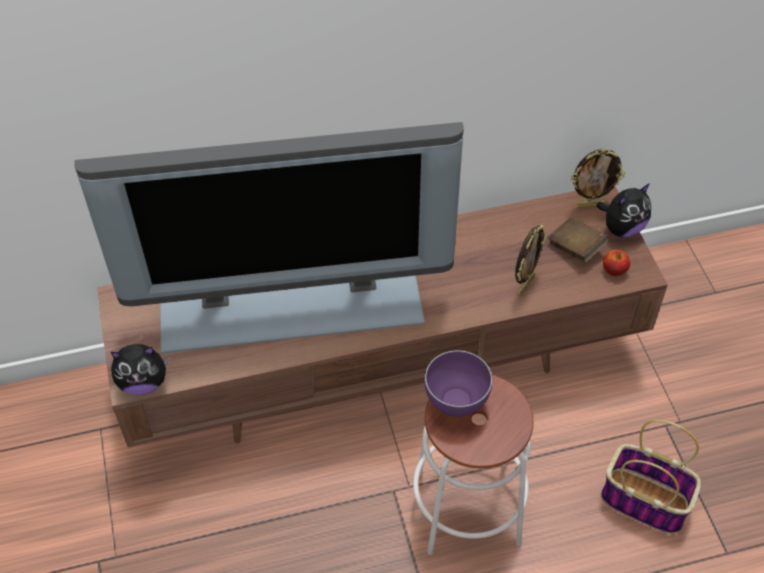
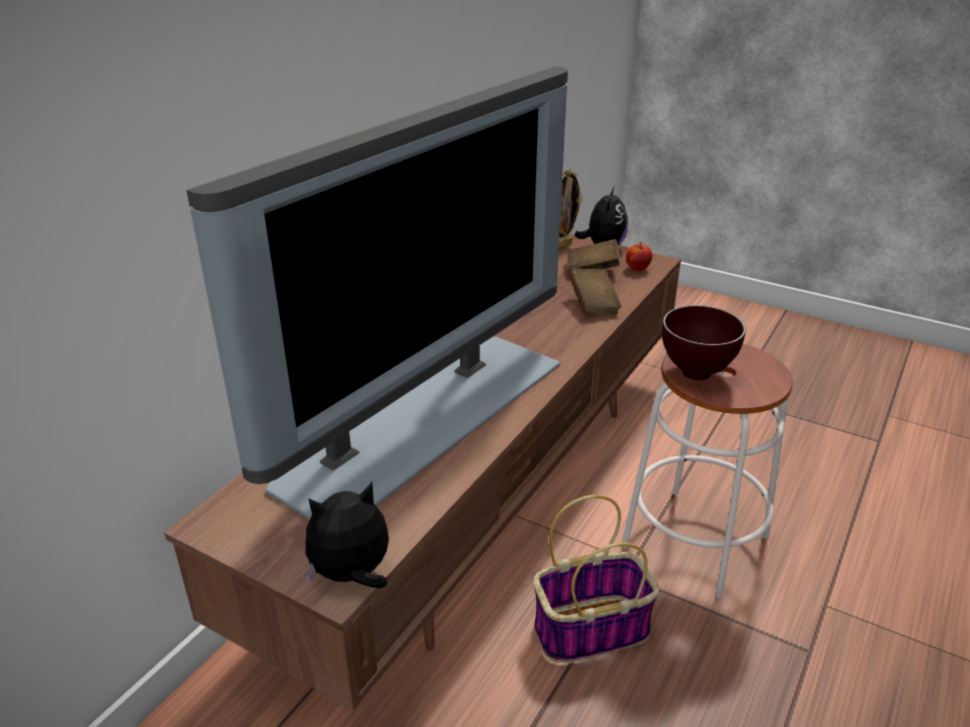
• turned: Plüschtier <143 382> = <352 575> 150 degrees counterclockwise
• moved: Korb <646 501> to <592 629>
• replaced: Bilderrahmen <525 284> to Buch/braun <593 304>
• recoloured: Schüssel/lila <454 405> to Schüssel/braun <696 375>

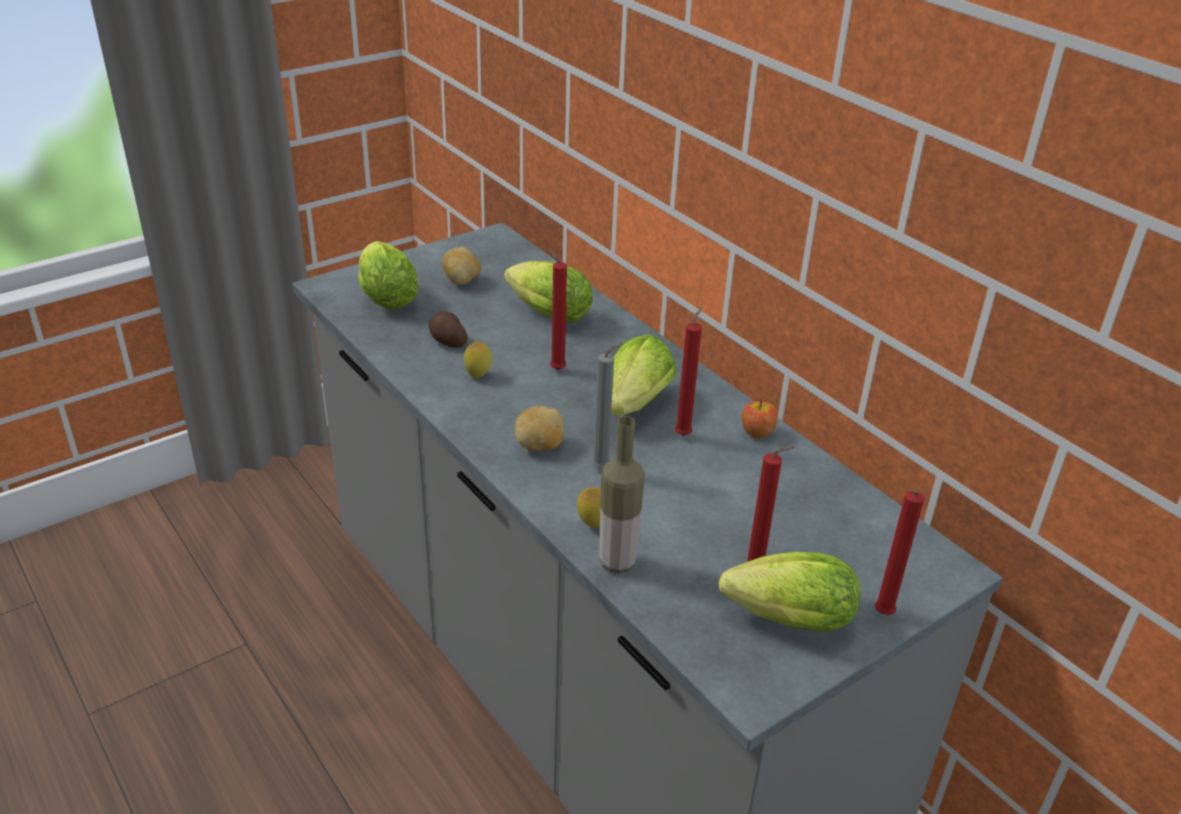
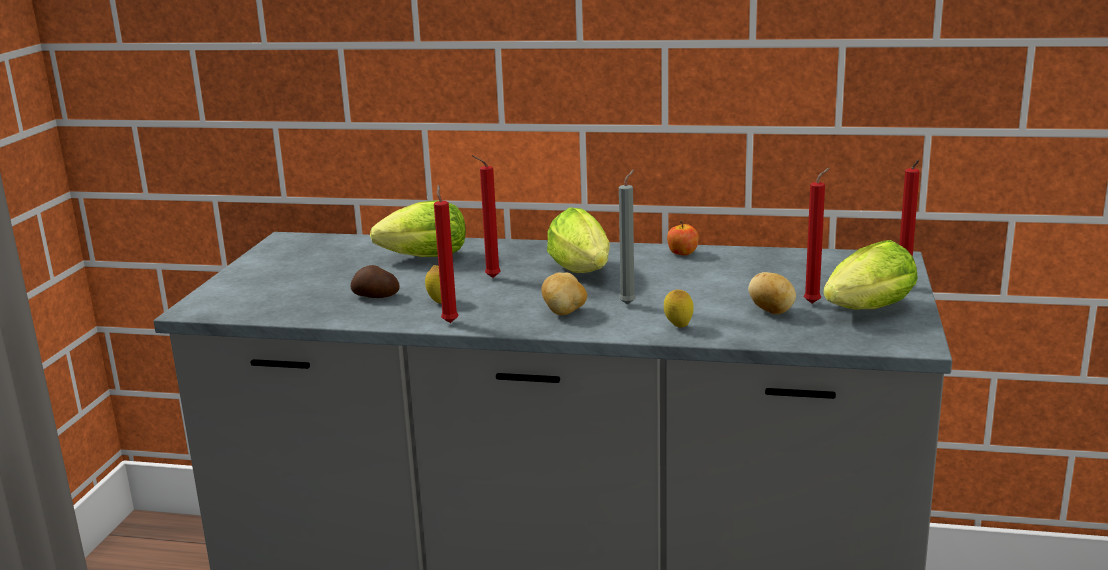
• moved: Kerze/rot <684 434> to <450 321>
• moved: Kartoffel <461 281> to <772 311>
• removed: Salatkopf <385 295>
• removed: Flasche <617 562>

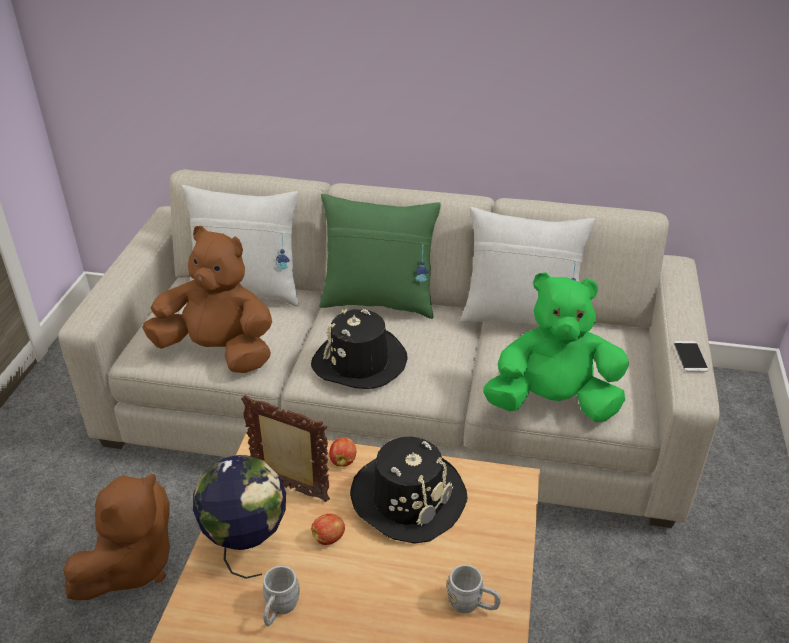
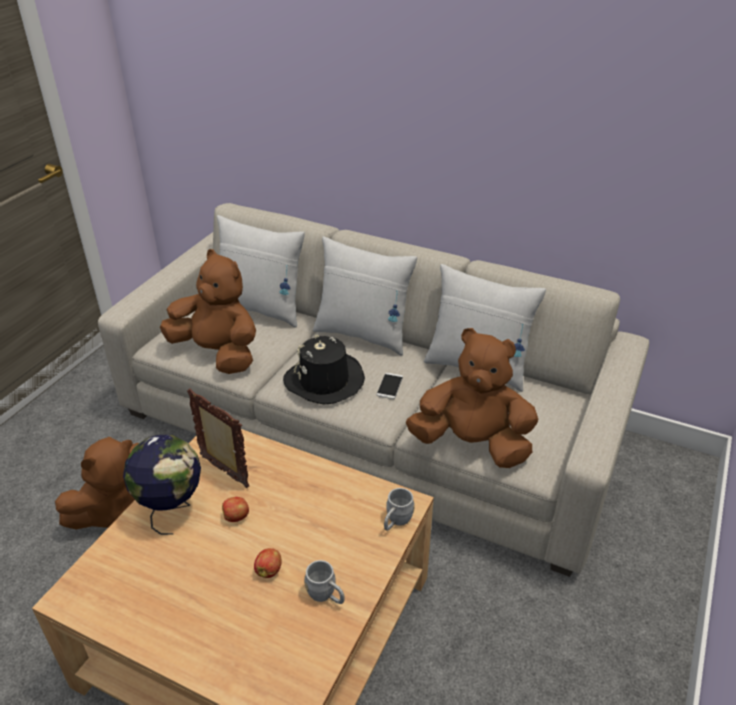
• moved: Apfel <343 460> to <269 570>
• recoloured: Kissen/grün <378 303> to Kissen/grau <362 335>
• moved: Handy <690 357> to <389 386>
• moved: Henkelbecher/grau <279 610> to <396 521>
• recoloured: Plüschtier/grün <553 403> to Plüschtier/braun <472 444>
• removed: Hut/schwarz <408 498>

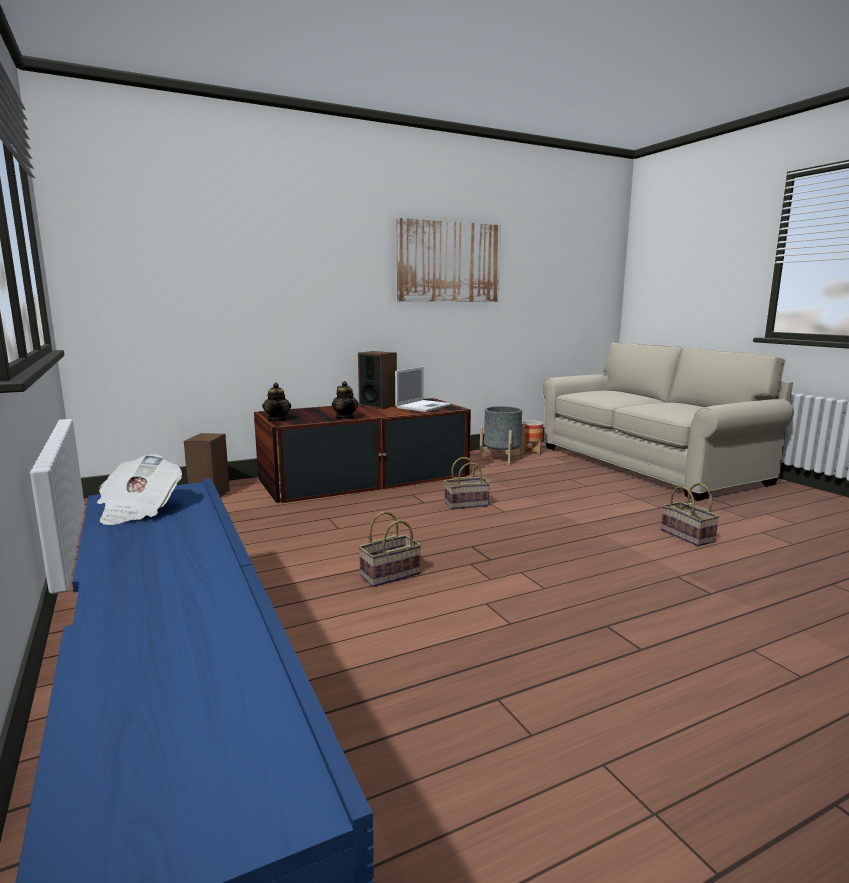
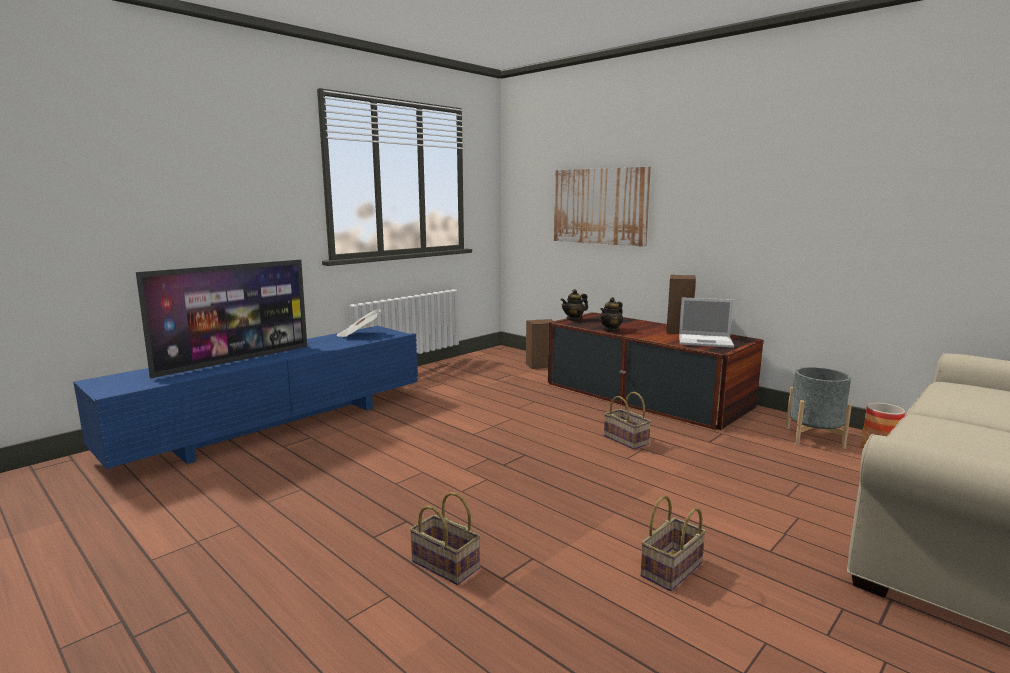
• added: Fernseher <235 361>
• moved: Korb <389 575> to <443 565>
• moved: Bild <449 262> to <599 206>

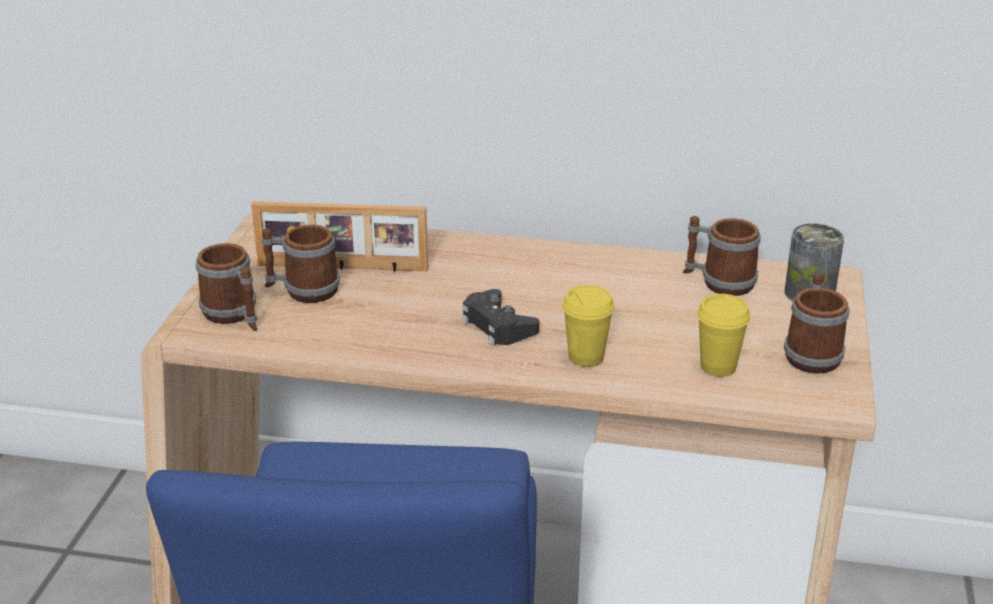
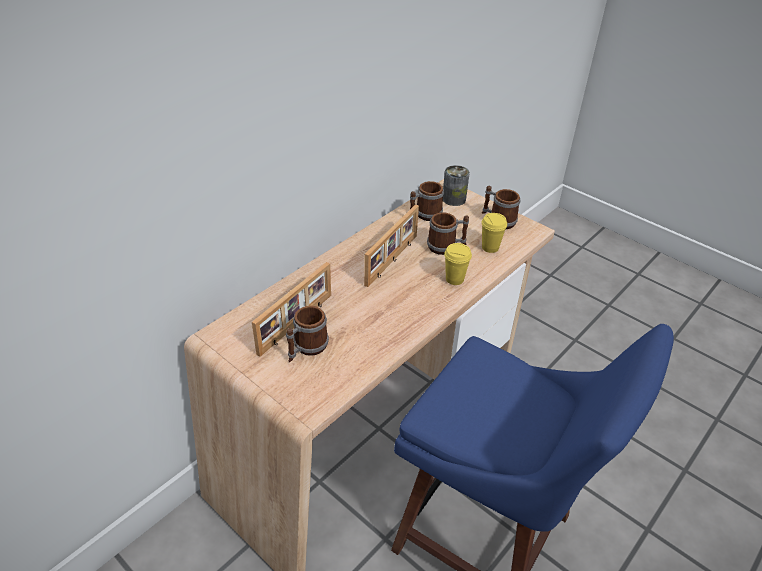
• added: Bilderrahmen <393 260>
• moved: Henkelbecher <235 316> to <446 246>
• removed: Gamepad/schwarz <497 326>

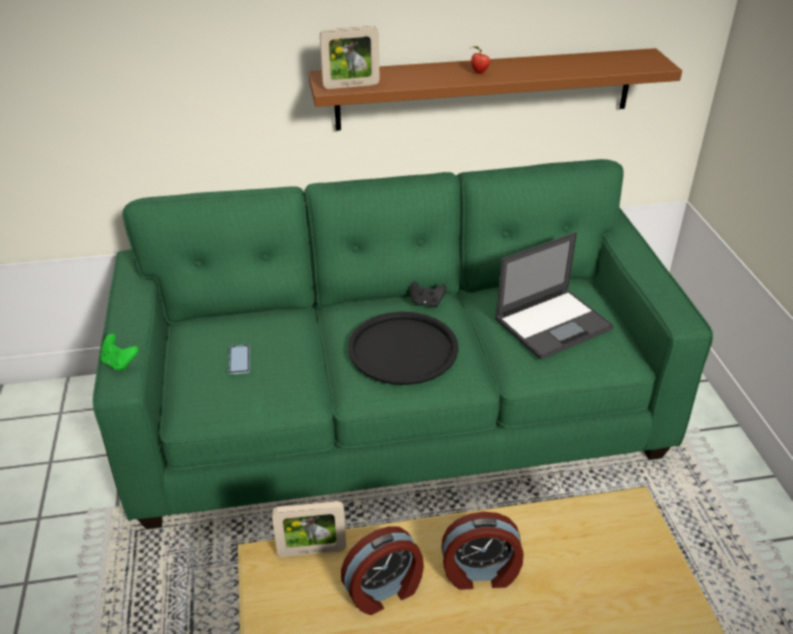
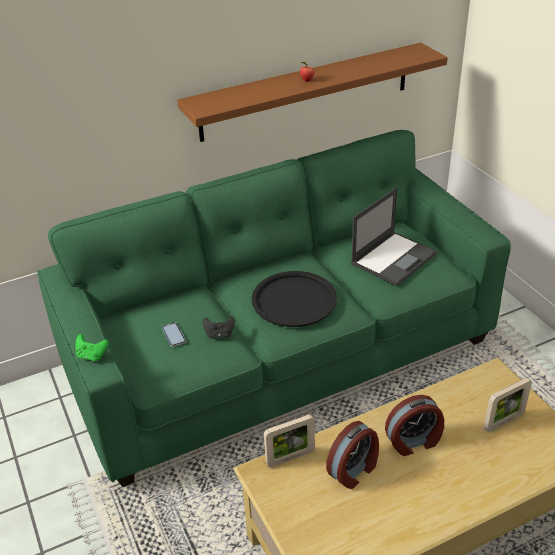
• moved: Gamepad/schwarz <426 303> to <219 334>
• moved: Bilderrahmen <351 85> to <503 421>

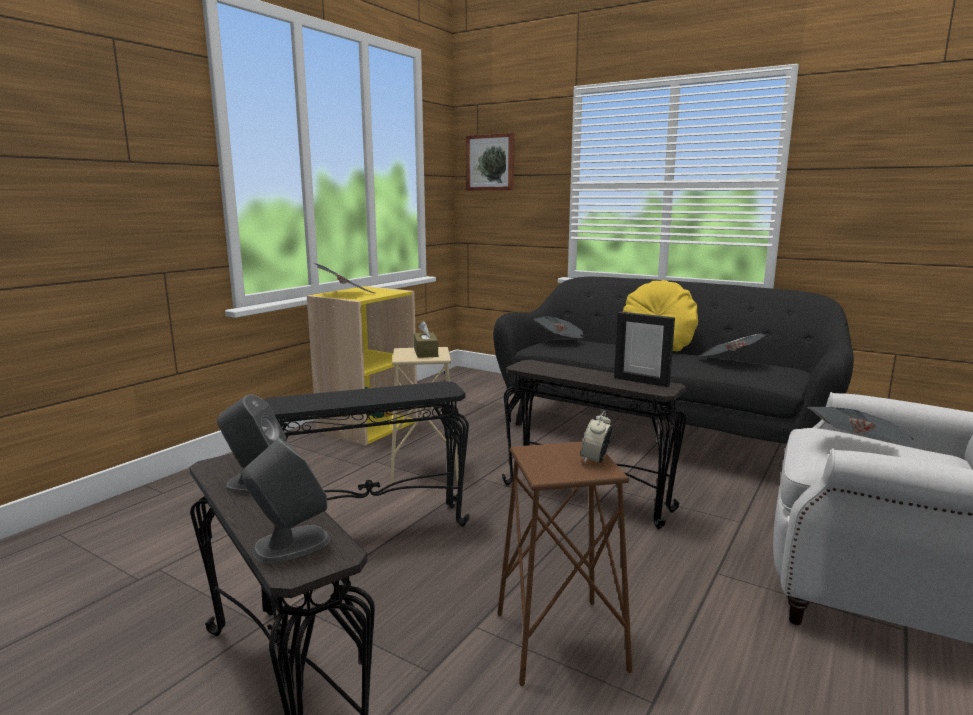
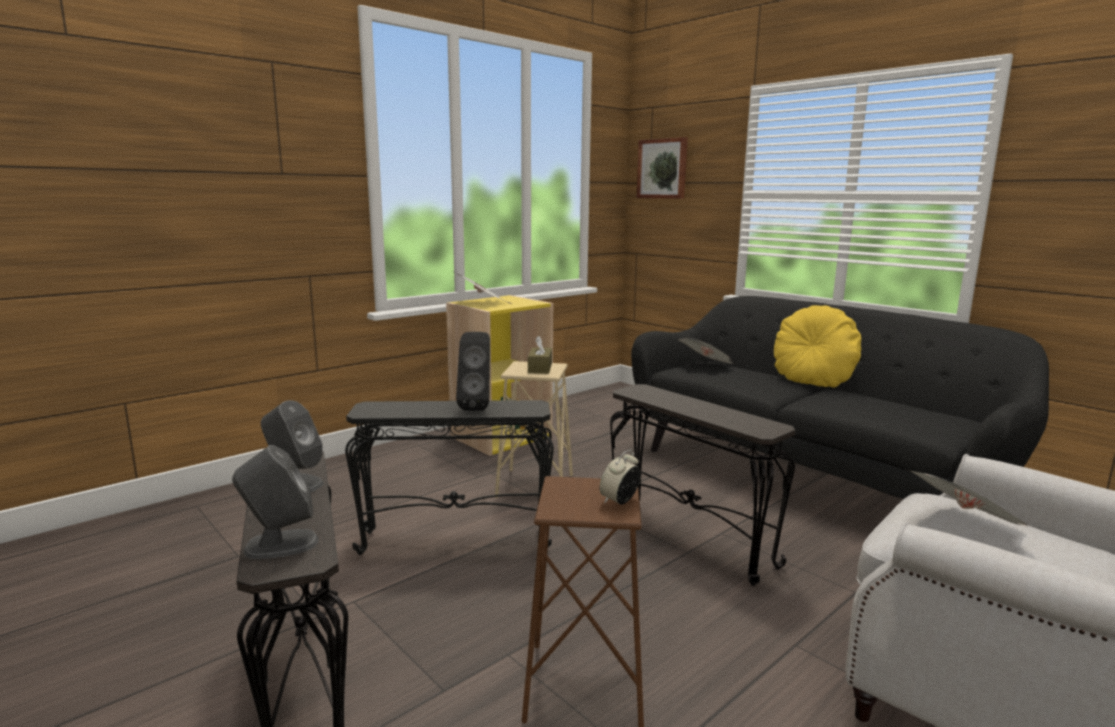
• added: Lautsprecher/schwarz <477 407>
• removed: Bilderrahmen <641 381>
• removed: Zeitung <729 361>

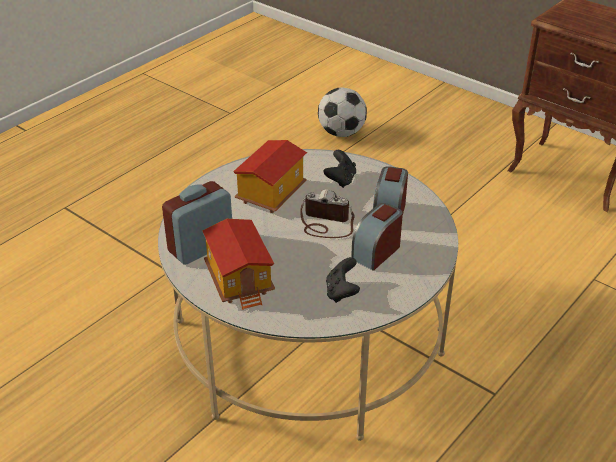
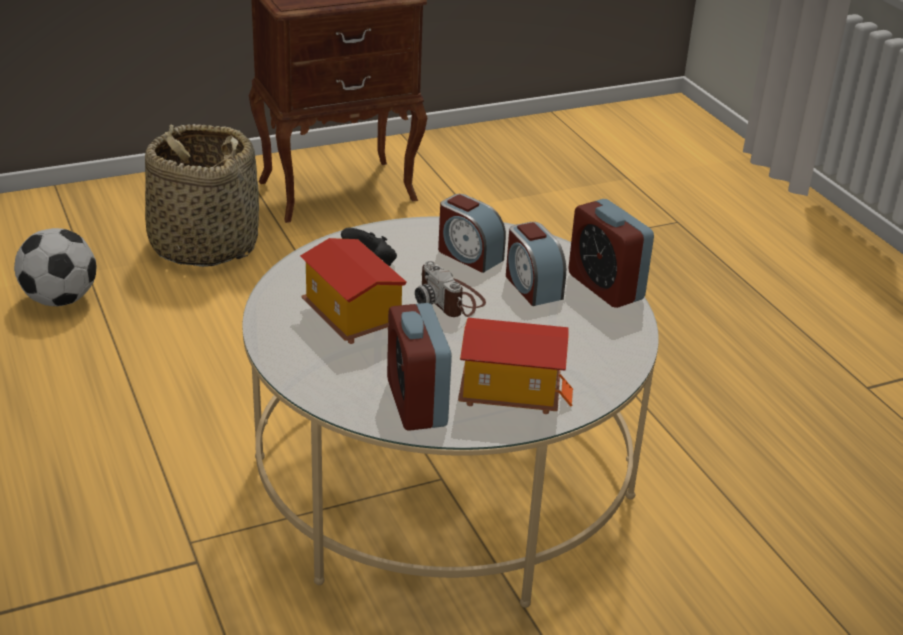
• added: Korb <203 244>
• turned: Kamera <326 224> = <451 300> 75 degrees counterclockwise
• added: Wecker <605 287>
• removed: Gamepad/schwarz <341 292>

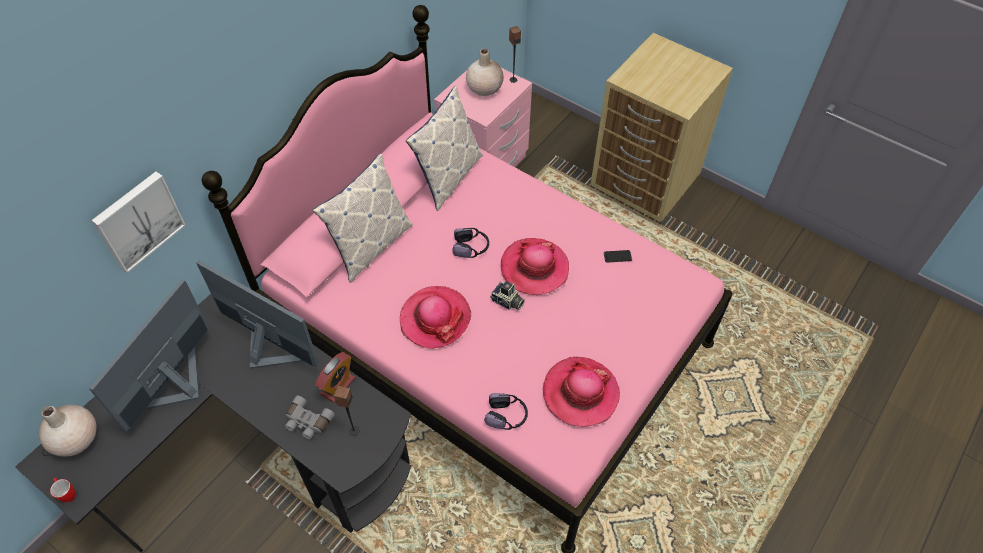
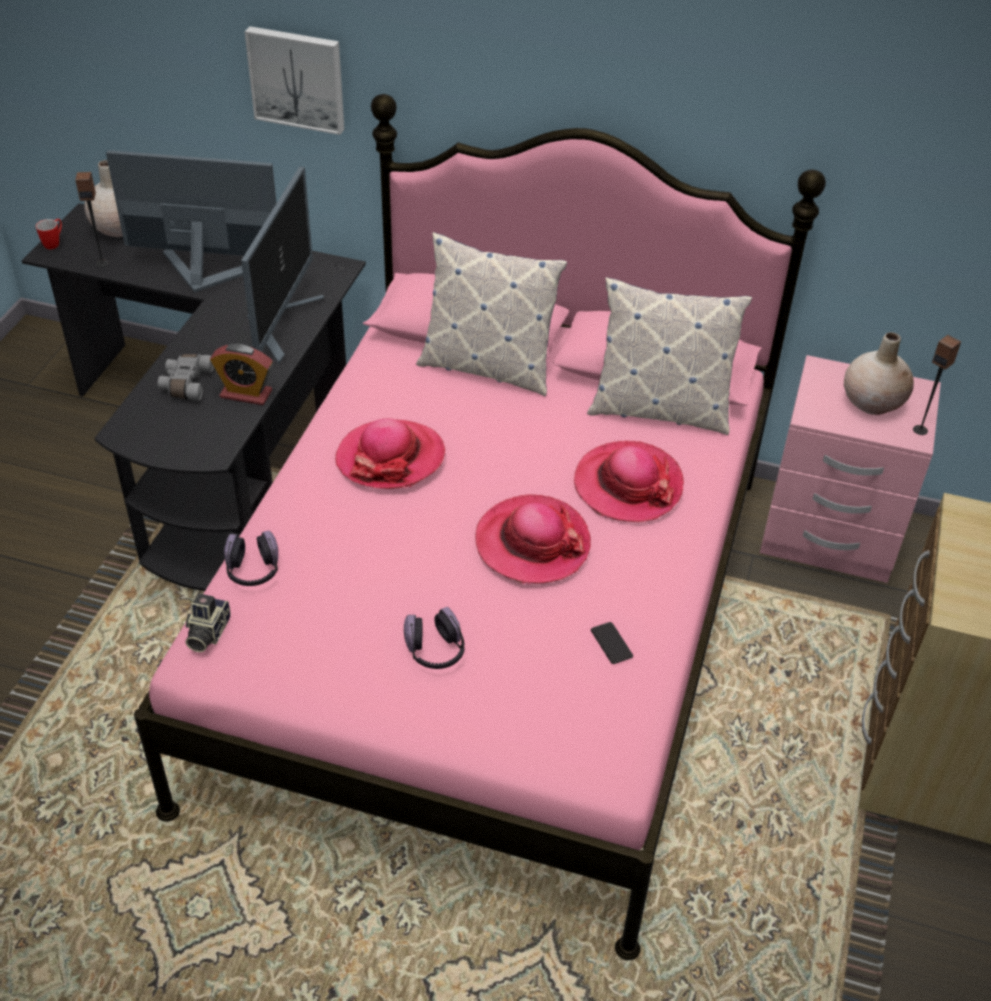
• moved: Lautsprecher <353 430> to <102 263>
• moved: Kamera <507 302> to <206 633>
• moved: Kopfhörer <471 248> to <435 651>
• moved: Hut <580 393> to <628 485>

